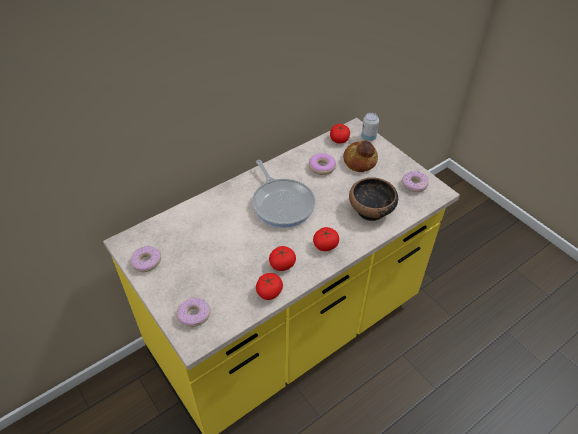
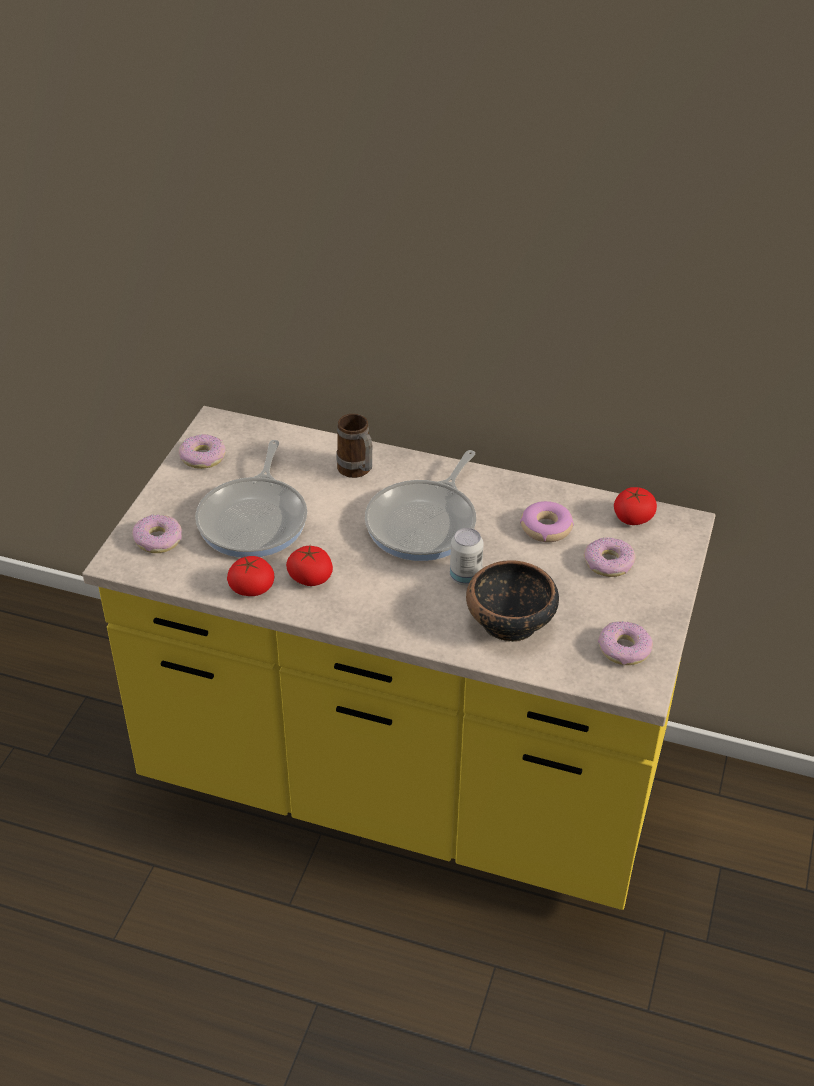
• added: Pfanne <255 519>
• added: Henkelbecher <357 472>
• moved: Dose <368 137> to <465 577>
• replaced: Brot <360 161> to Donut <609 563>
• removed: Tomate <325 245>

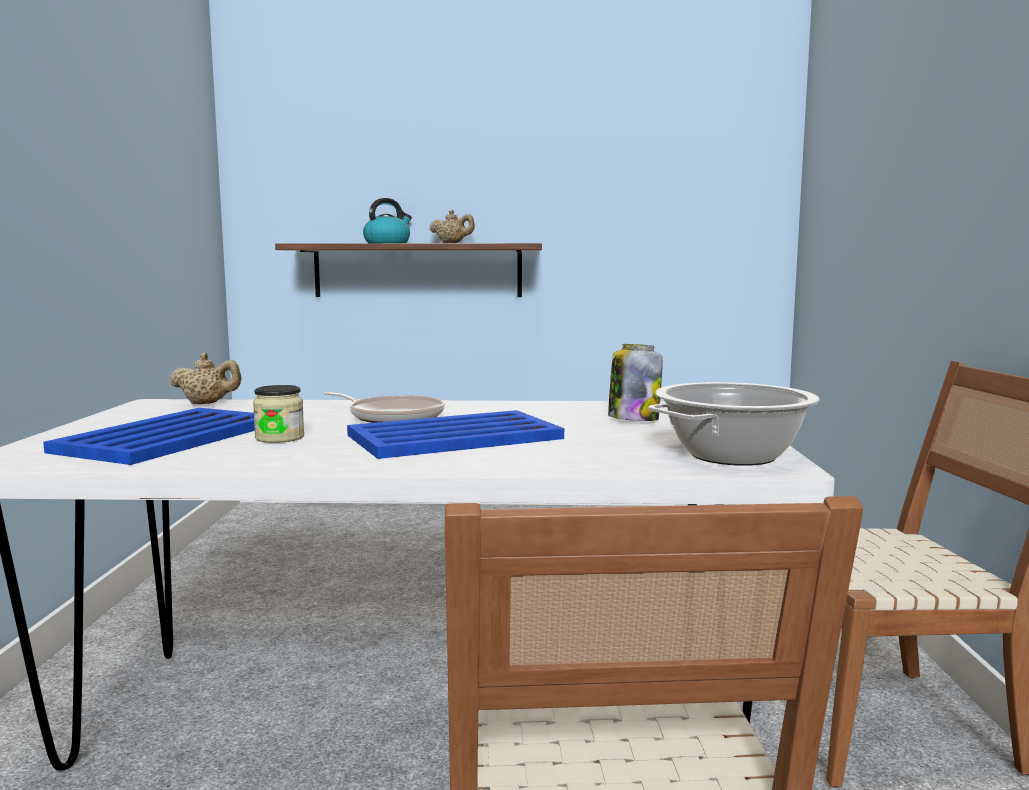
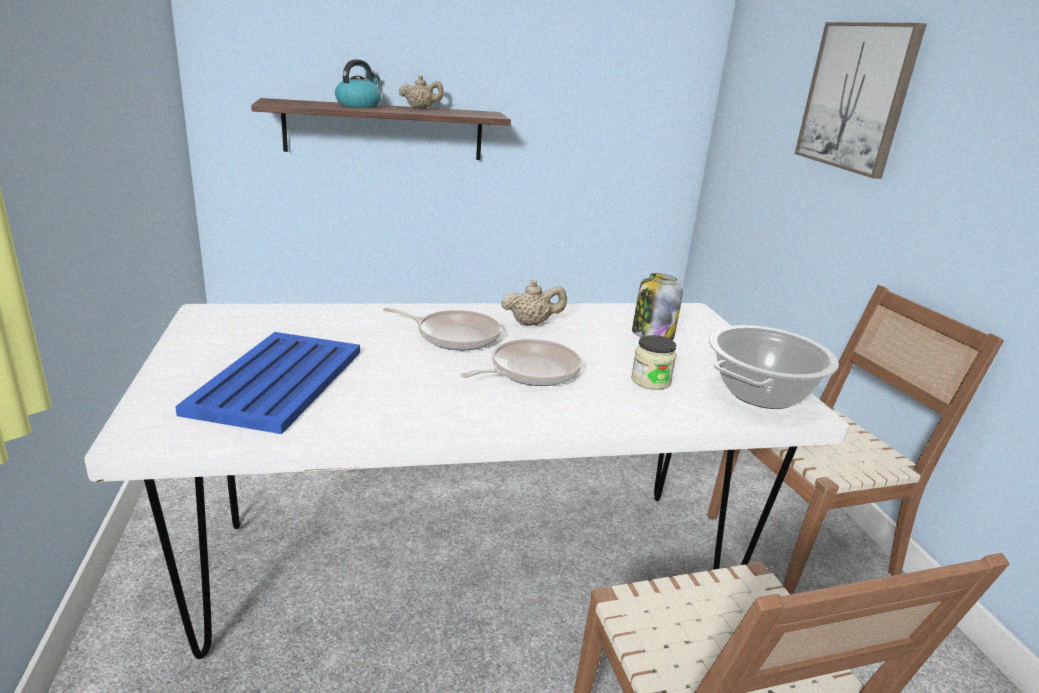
• replaced: Tablett/blau <452 437> to Pfanne <530 371>
• moved: Teekanne/beige <207 403> to <531 323>
• moved: Vorratsglas <279 438> to <651 381>
• added: Bild <856 97>

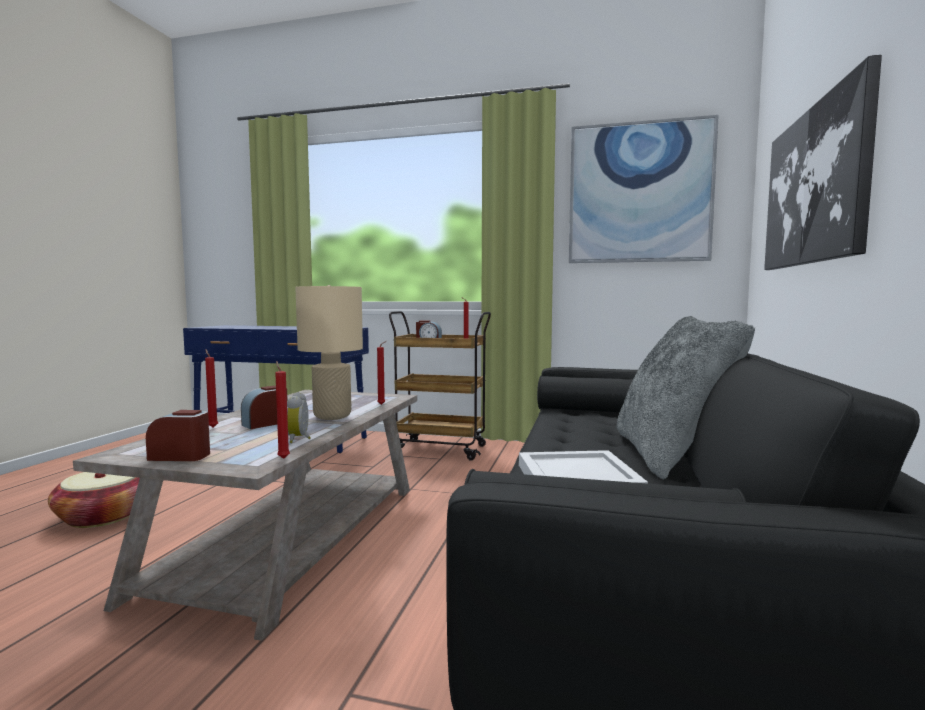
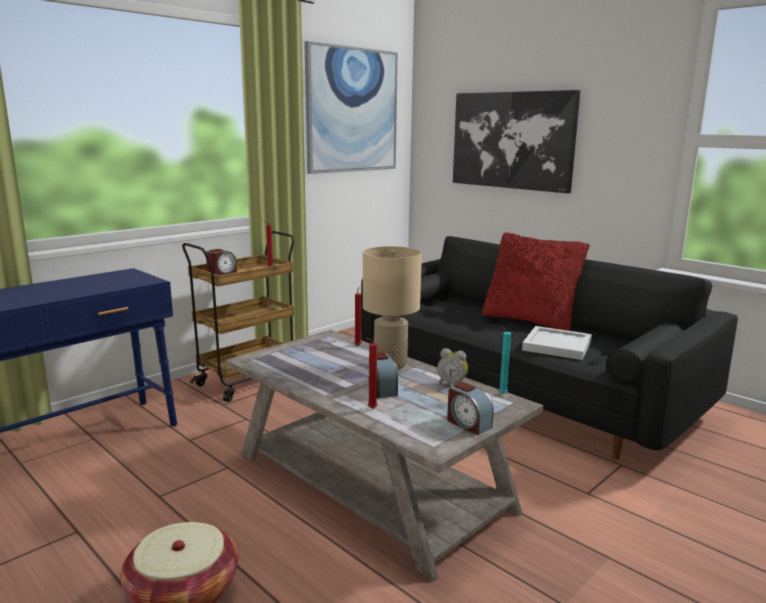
• turned: Wecker <180 456> = <468 424> 75 degrees counterclockwise
• recoloured: Kissen/grau <670 454> to Kissen/rot <530 319>
• recoloured: Kerze/rot <283 458> to Kerze/türkis <501 394>

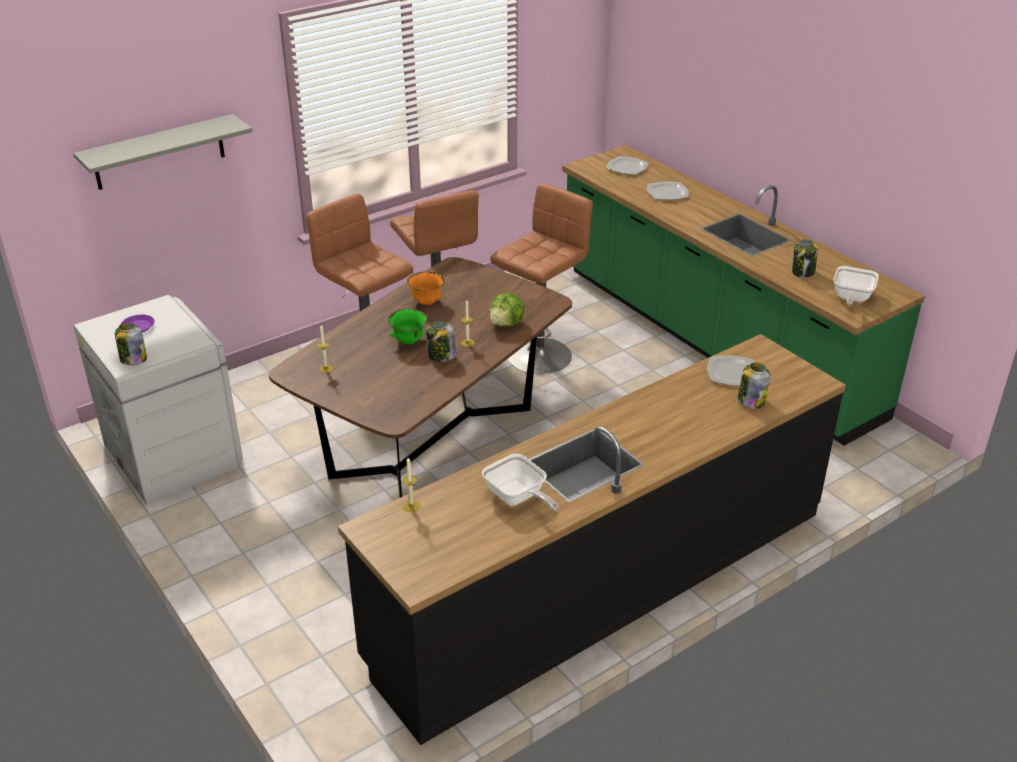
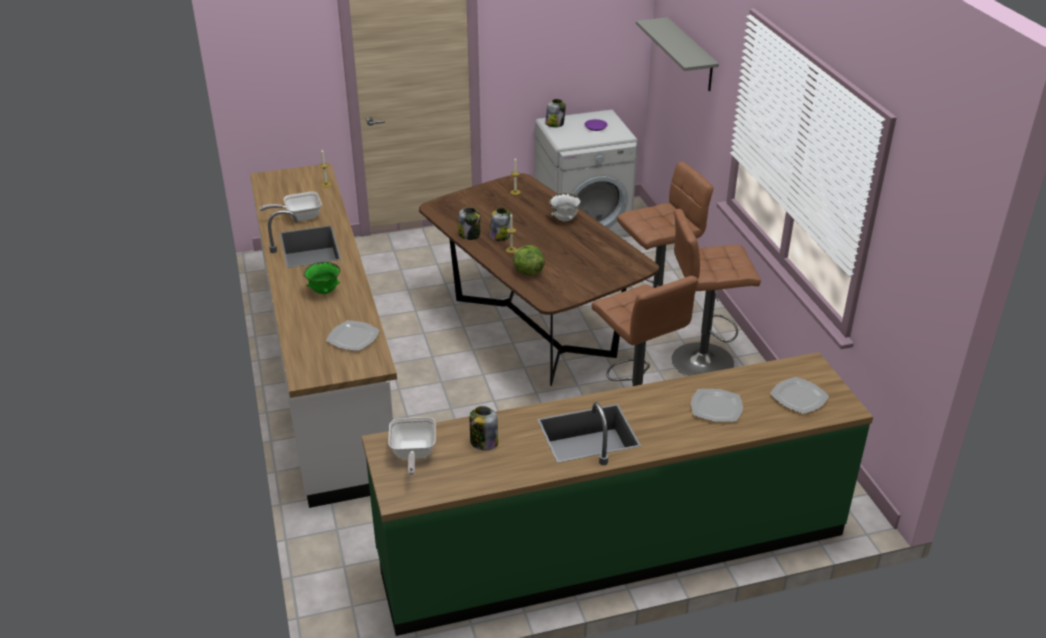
• recoloured: Küchenzeile/schwarz <603 584> to Küchenzeile/weiß <327 369>
• moved: Schüssel/grün <408 342> to <324 291>
• turned: Pfanne <851 298> = <412 455> 135 degrees counterclockwise
• moved: Vorratsglas <751 400> to <470 235>
• added: Schüssel/weiß <564 219>
• removed: Schüssel/orange <427 302>

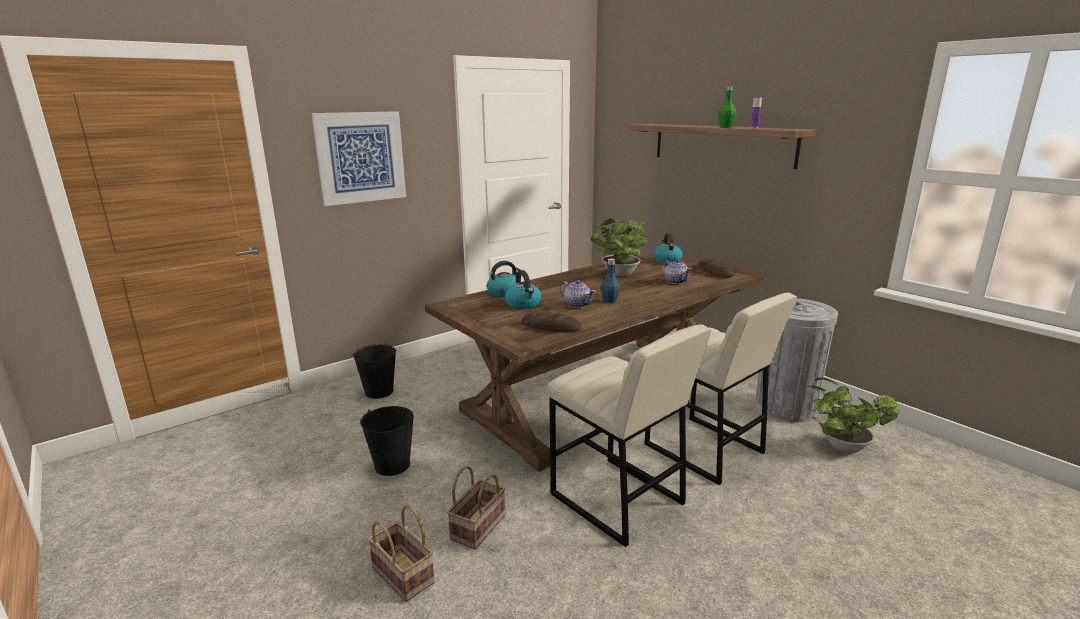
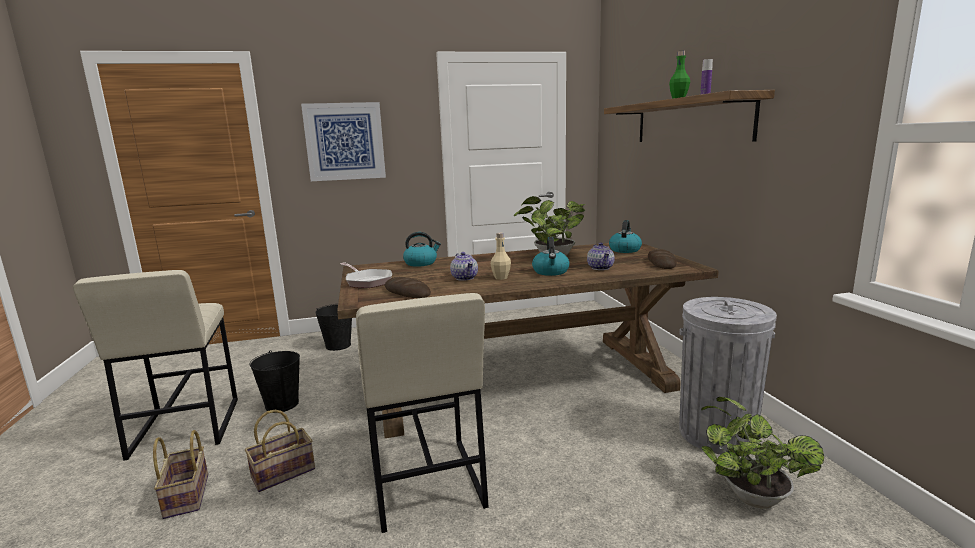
• moved: Stuhl/beige <706 450> to <185 429>
• added: Pfanne <367 281>
• recoloured: Flasche/blau <609 301> to Flasche/beige <501 278>
• moved: Wasserkessel <523 304> to <551 272>

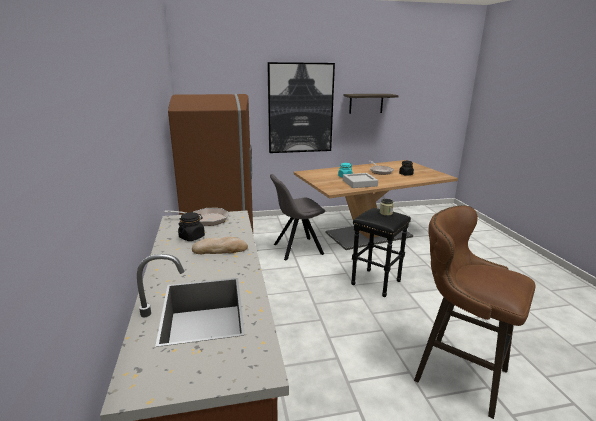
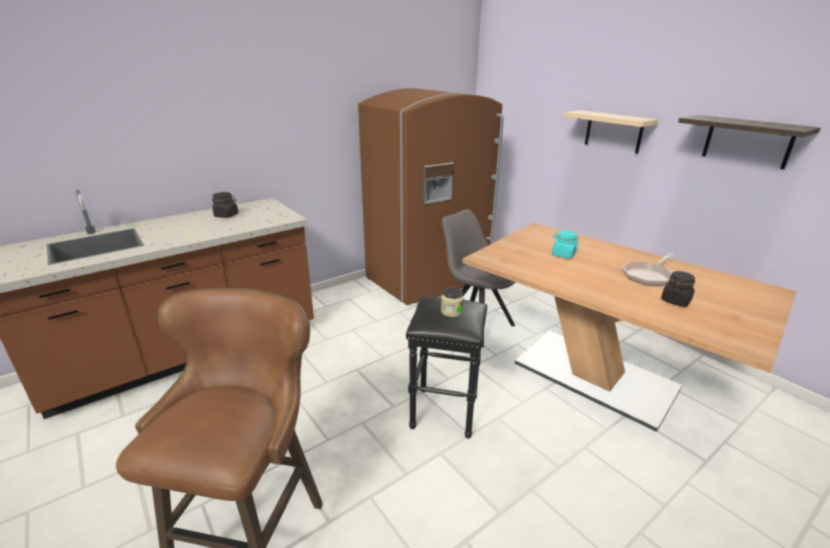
• replaced: Bild <300 108> to Wandregal/beige <613 131>
• removed: Pfanne <206 219>
• removed: Brot <220 249>
• removed: Tablett/grau <359 183>

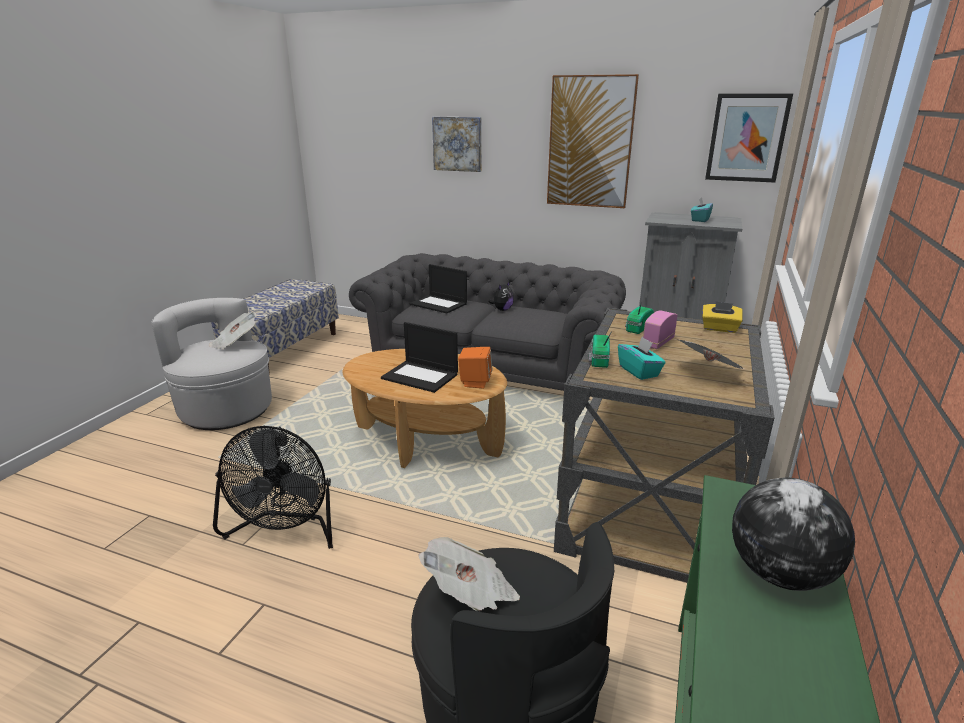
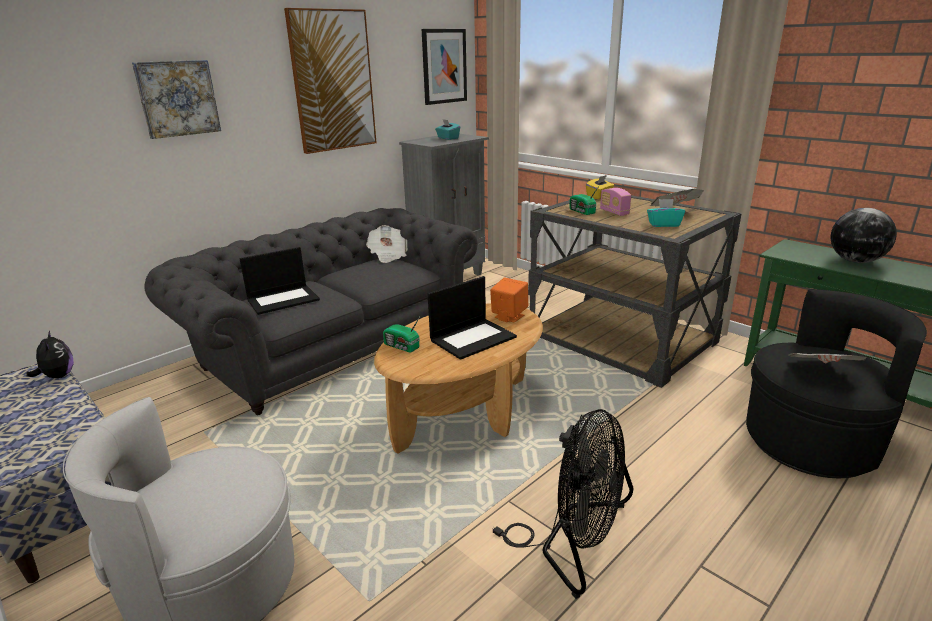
• moved: Plüschtier <502 309> to <58 376>
• moved: Zeitung <235 343> to <388 255>
• moved: Radio <598 360> to <402 347>

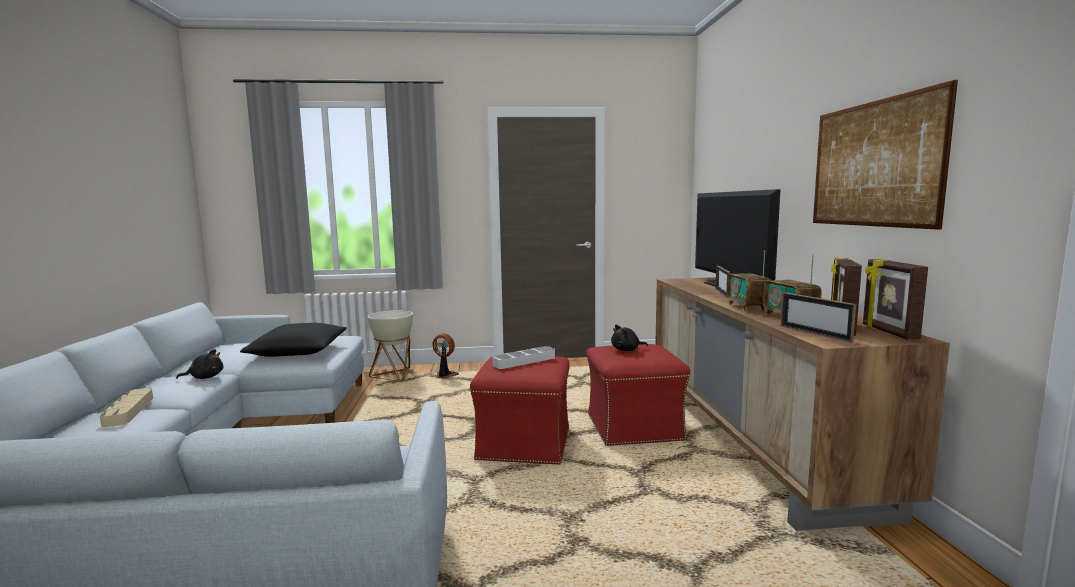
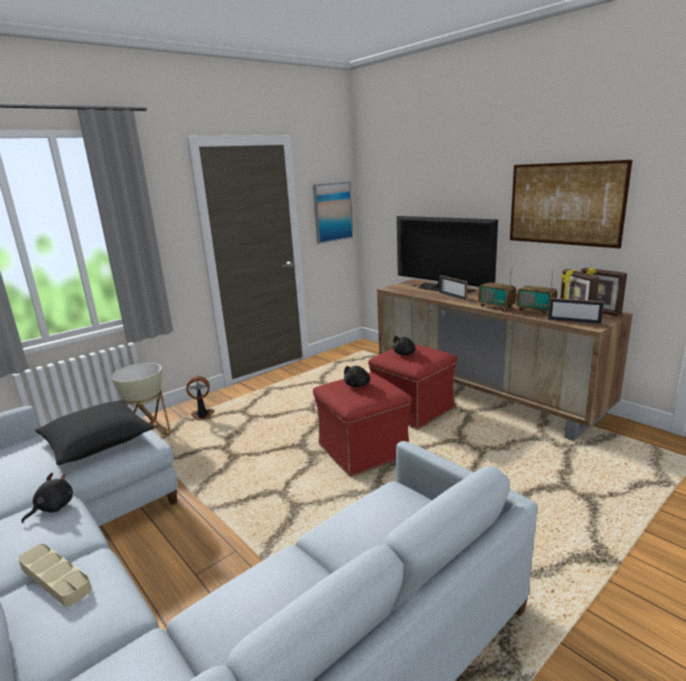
• added: Bild <332 212>
• replaced: Tablett/grau <524 361> to Plüschtier/schwarz <357 385>

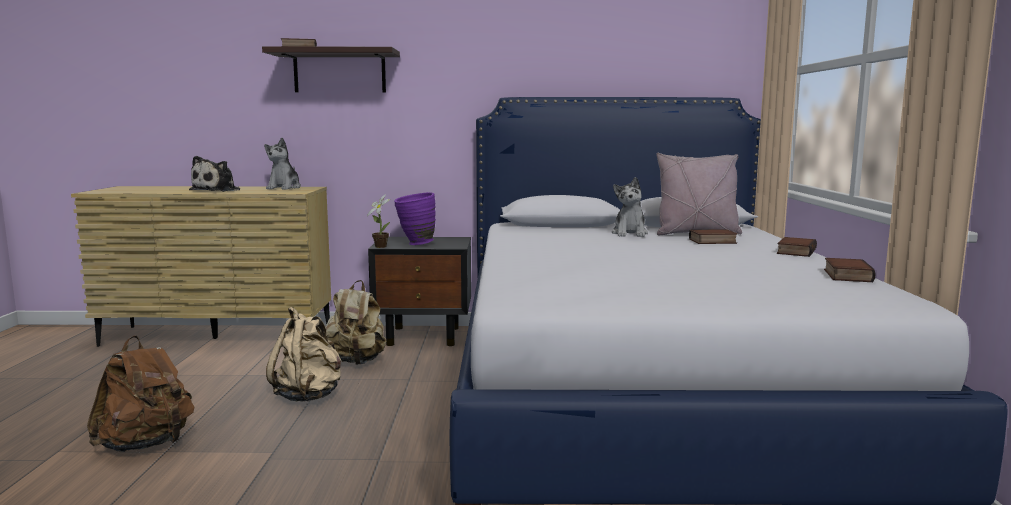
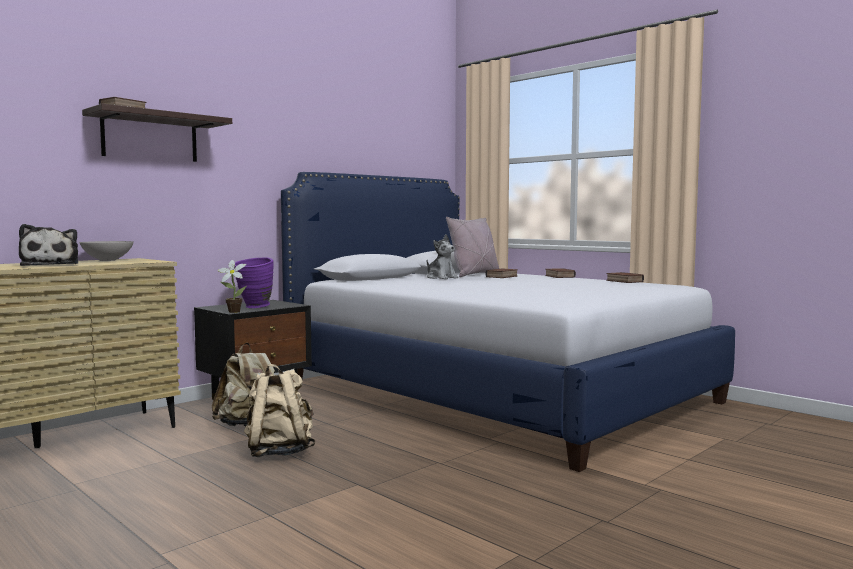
• replaced: Plüschtier <284 188> to Schüssel/weiß <108 260>
• removed: Rucksack/braun <146 445>

